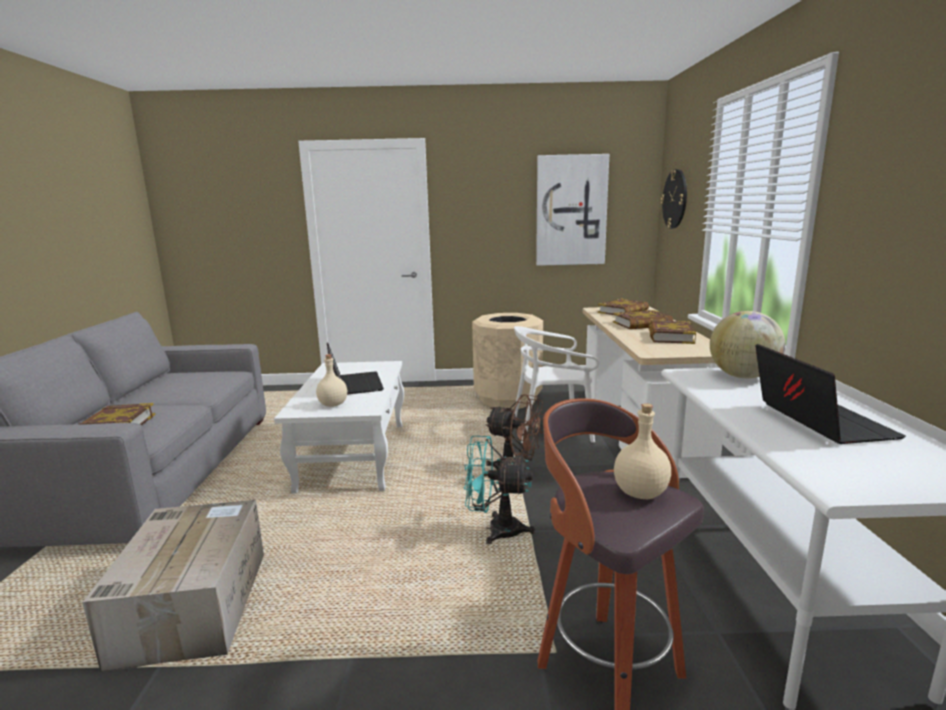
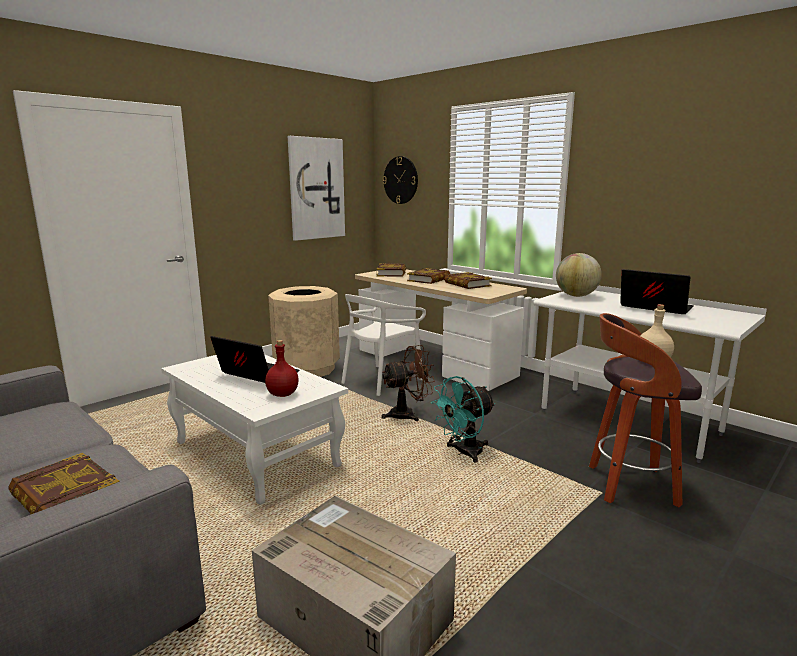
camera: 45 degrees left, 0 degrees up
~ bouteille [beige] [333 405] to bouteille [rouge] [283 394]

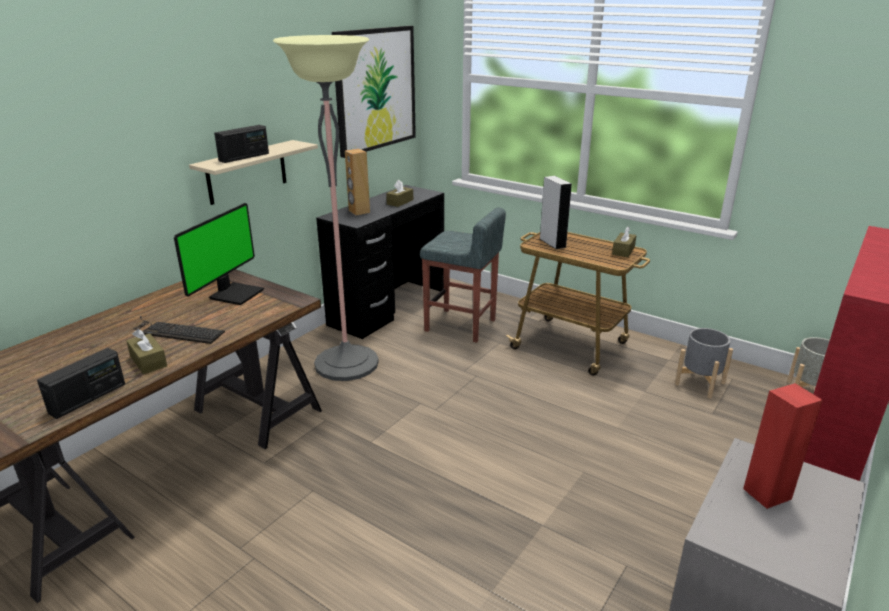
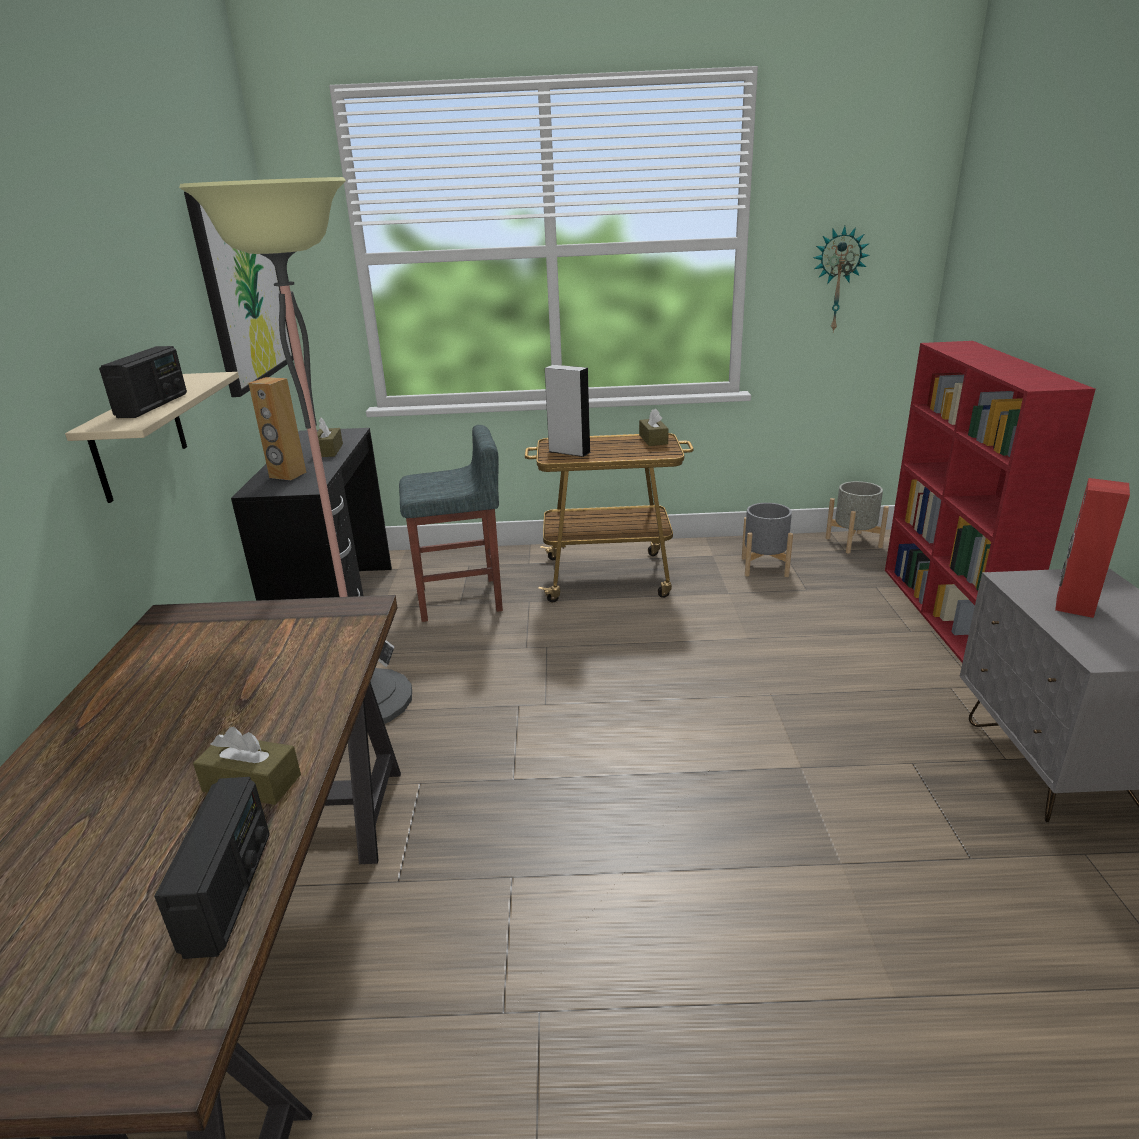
camera: 35 degrees left, 0 degrees up
- clavier [175 331]
- écran d'ordinateur [235 294]
+ horloge murale [837 280]

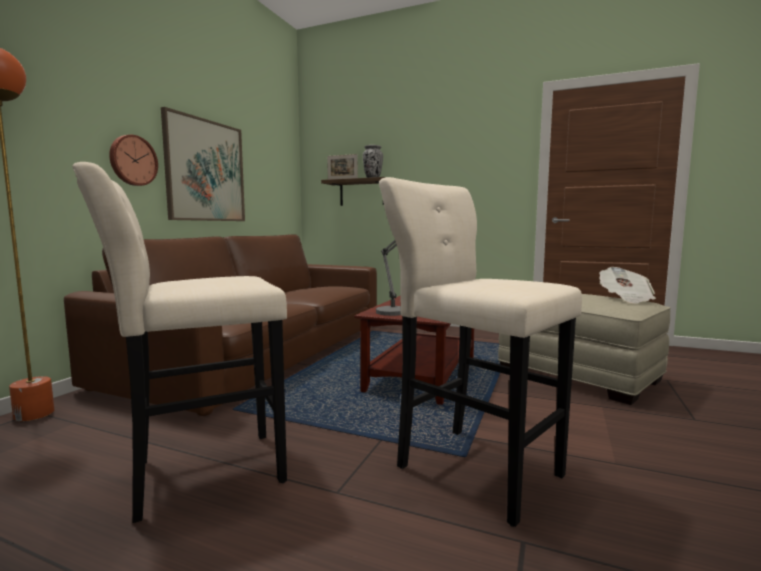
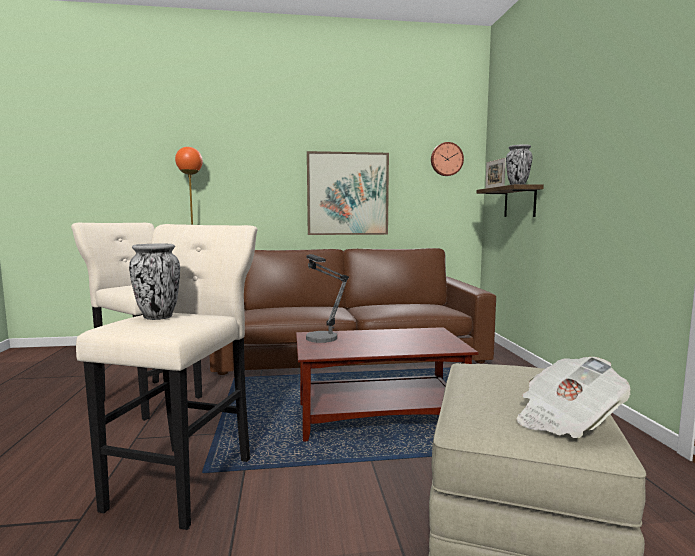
camera: 60 degrees right, 0 degrees up
~ horloge murale [132 160] to [446 159]
+ vase [157 317]

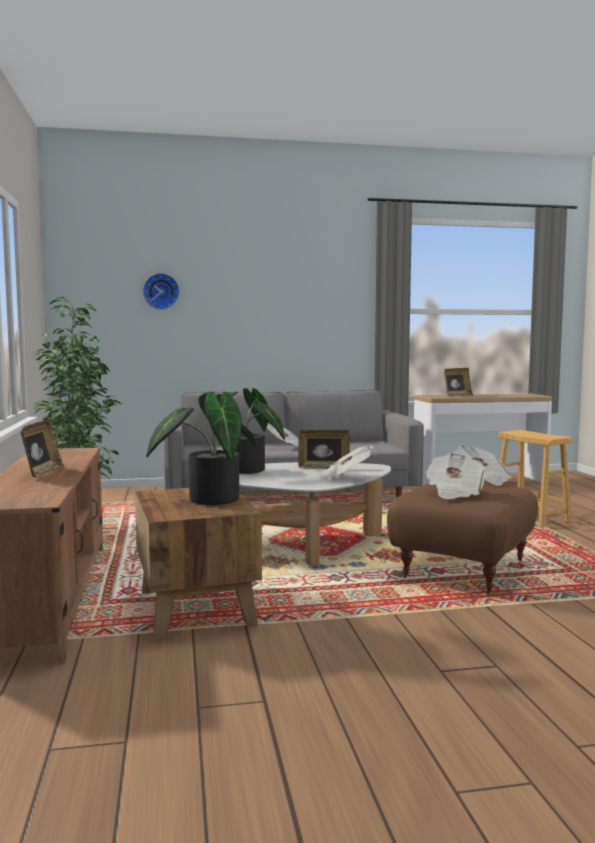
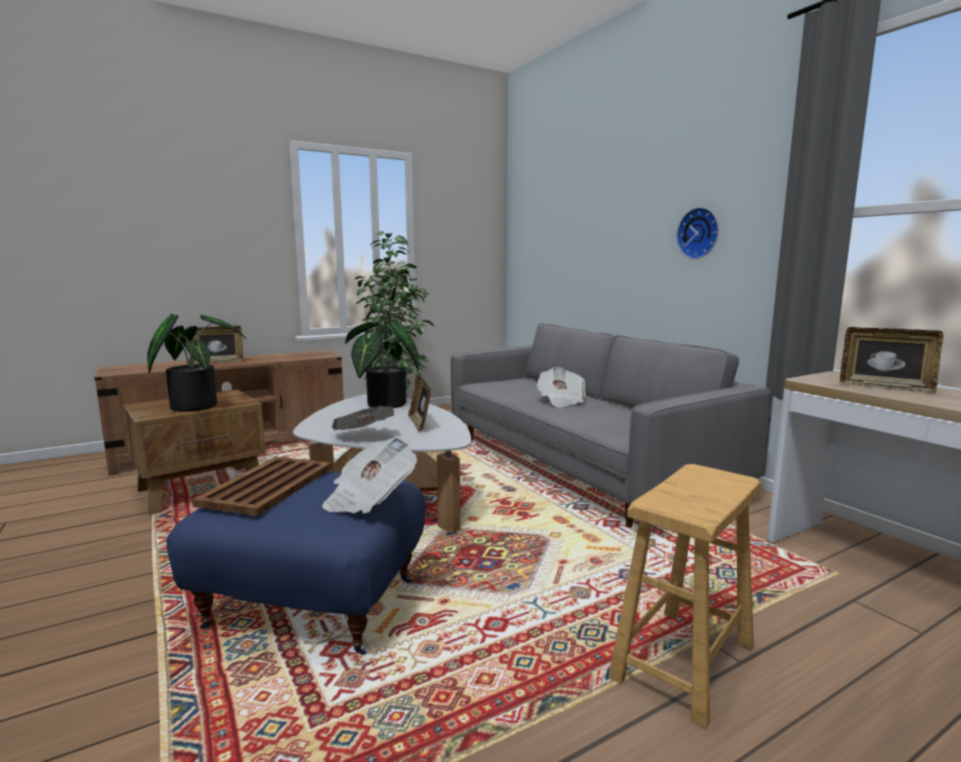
camera: 70 degrees right, 5 degrees up
~ horloge murale [161 291] to [699 233]
~ pouf [marron] [462 569] to pouf [bleu] [314 602]
~ journal [454 492] to plateau [marron] [267 486]

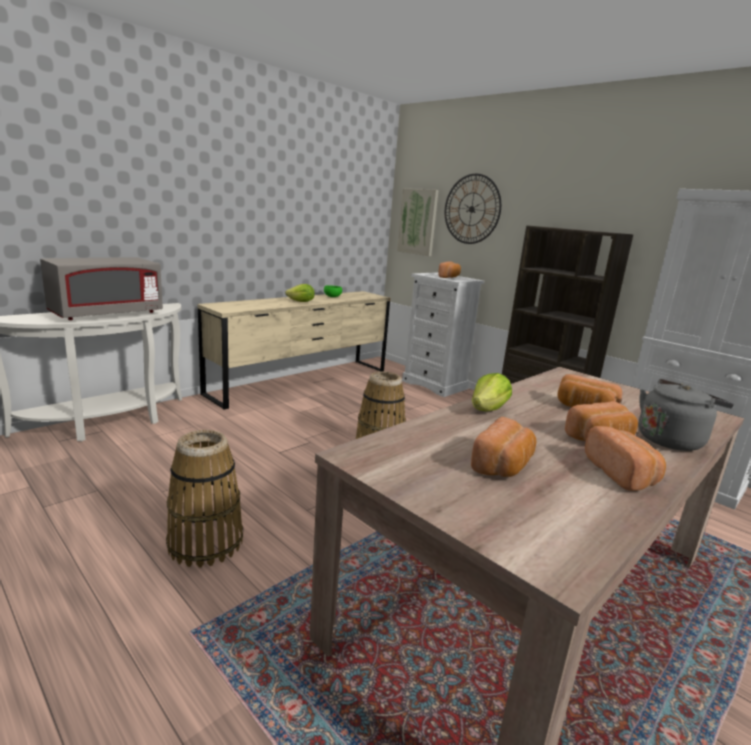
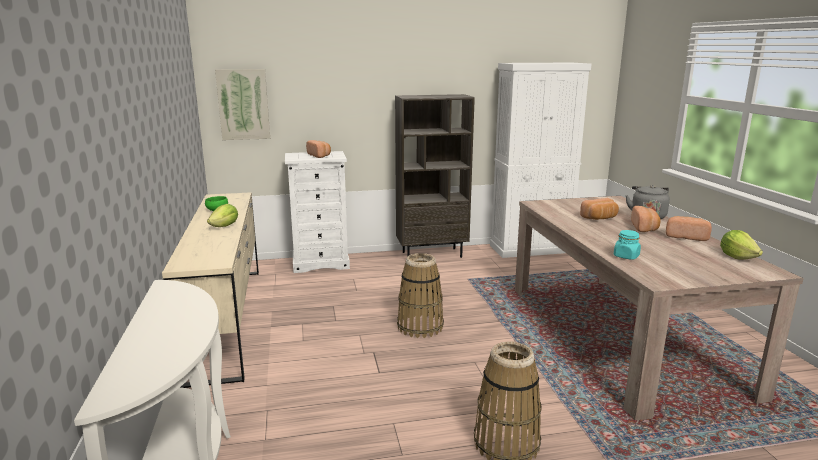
camera: 55 degrees left, 0 degrees up
- micro-ondes [gris] [107 314]
- horloge murale [471 209]
- pain [503 466]
~ laitue [488 410] to [737 257]
+ bocal [turquoise] [626 256]

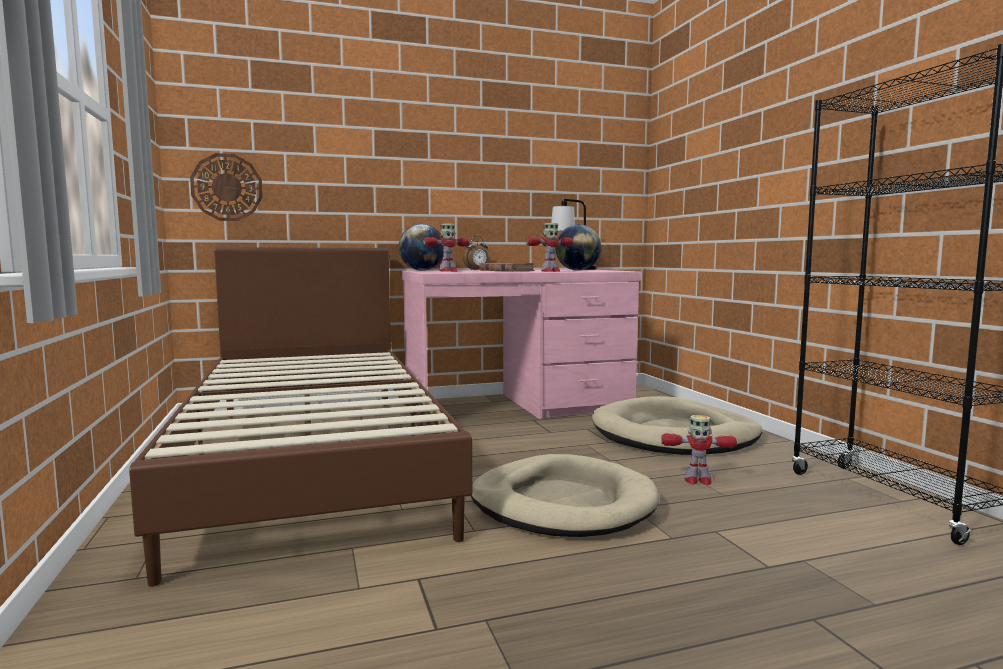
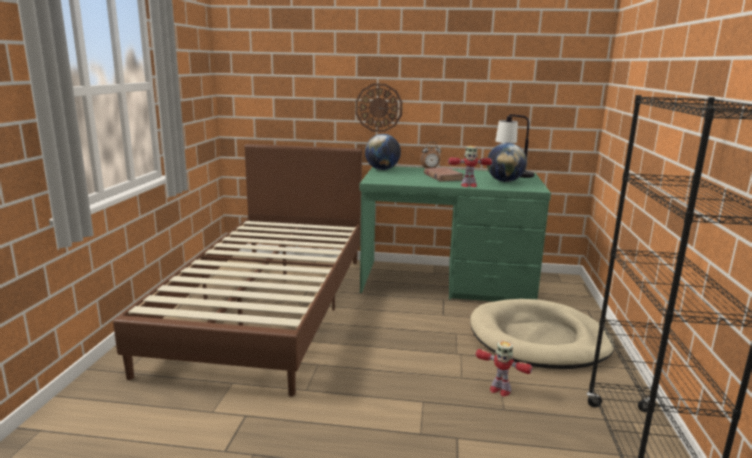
camera: 25 degrees right, 10 degrees up
~ horloge murale [227 187] to [378 107]
~ bureau [rose] [518 406] to bureau [vert] [447 282]
- robot jouet [448 271]
- panier pour chien [beige] [562 503]

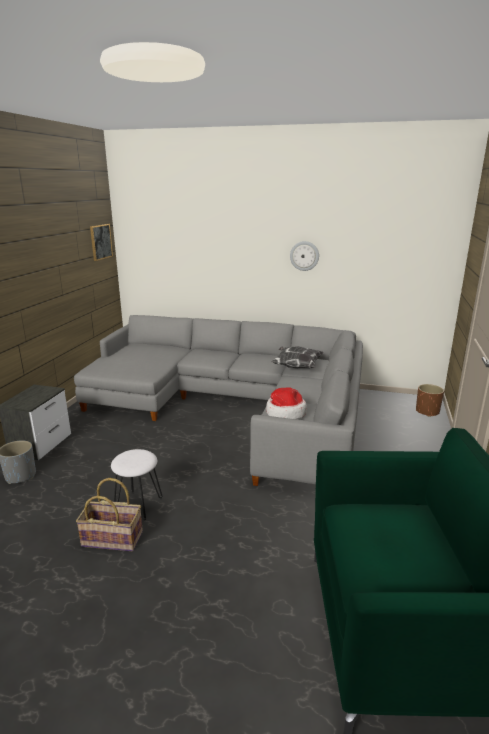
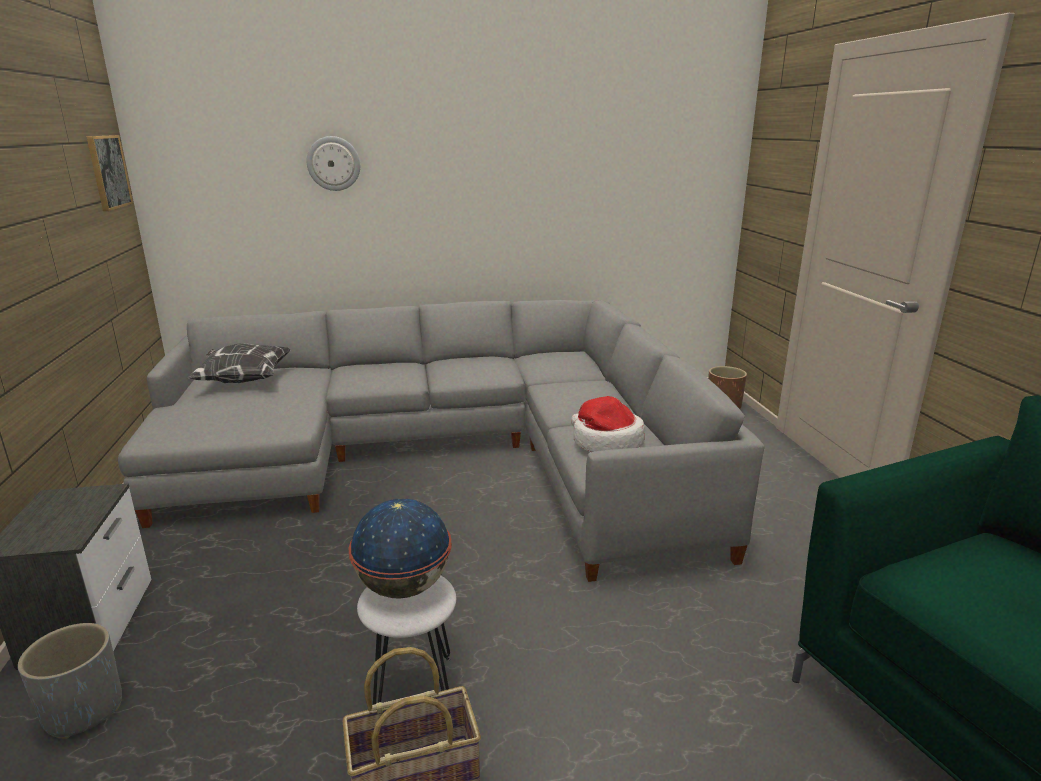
camera: 25 degrees left, 0 degrees up
~ coussin [296 367] to [243 380]
~ horloge murale [304 256] to [333 163]
+ globe [403 588]

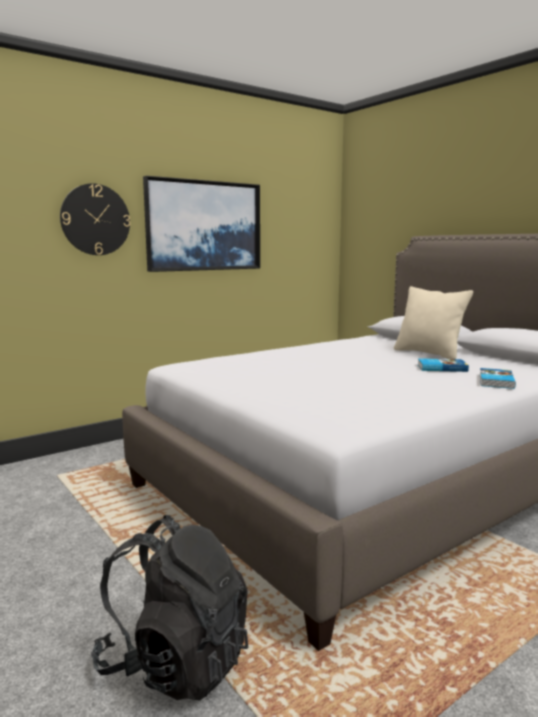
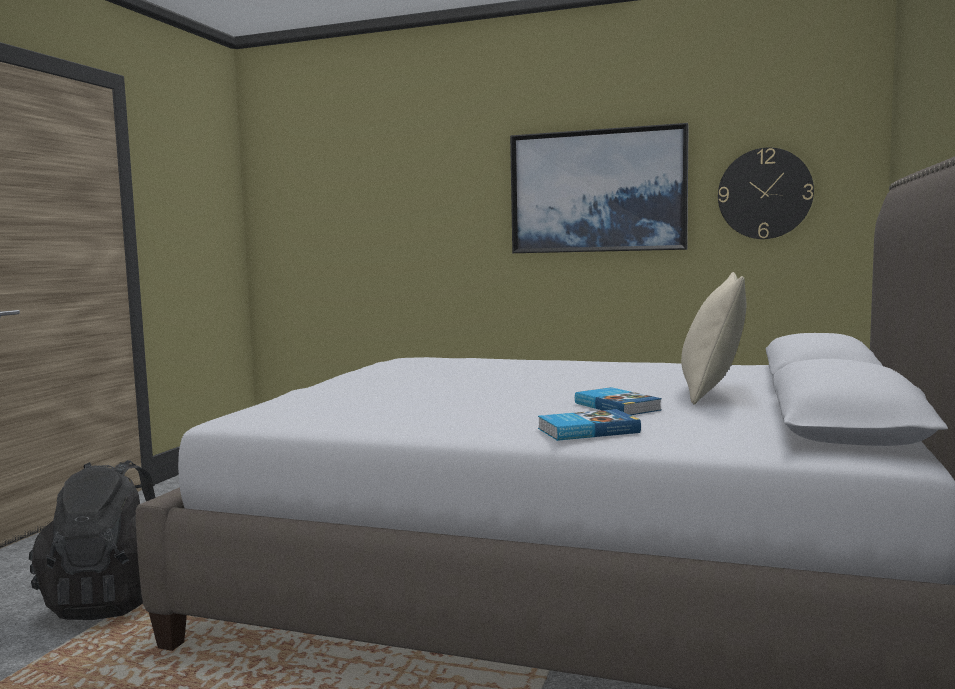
camera: 55 degrees right, 5 degrees down
~ horloge murale [95 220] to [764 193]

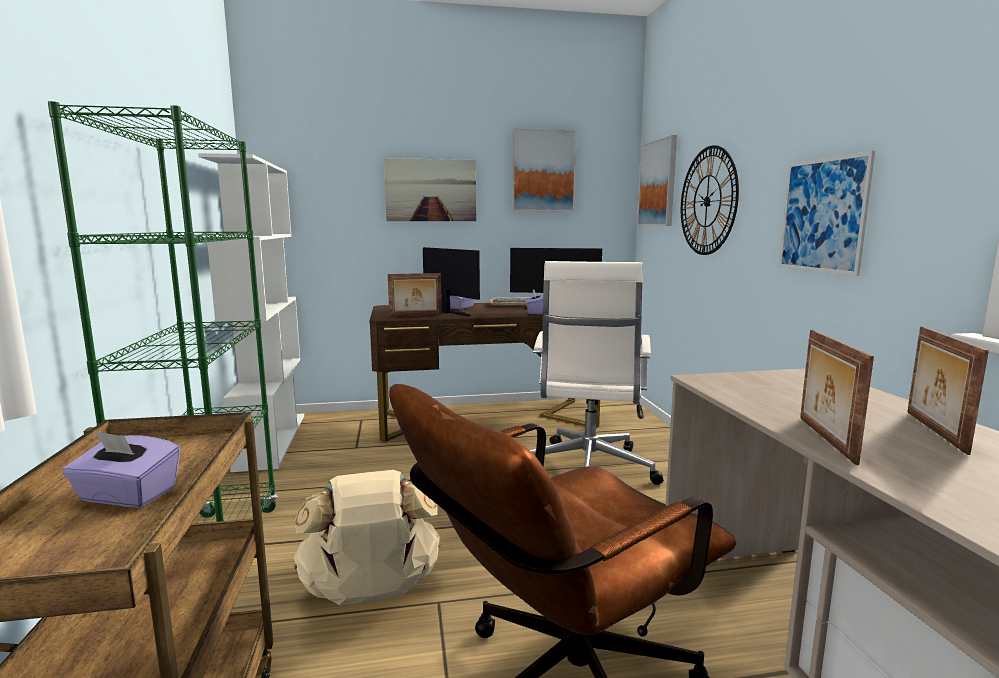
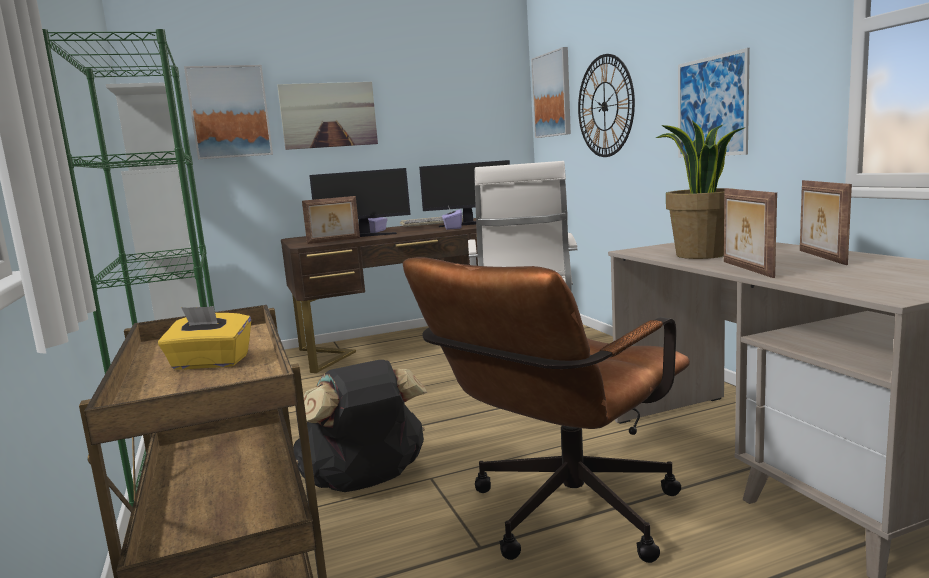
camera: 10 degrees left, 0 degrees up
~ boîte à mouchoirs [violet] [127 496] to boîte à mouchoirs [jaune] [210 363]
~ sac à dos [beige] [371 594] to sac à dos [noir] [365 482]
~ écran d'ordinateur [448 312] = [365 236] 135 degrees clockwise
~ tableau [543 171] to [229 112]
+ plante en pot [699 255]

